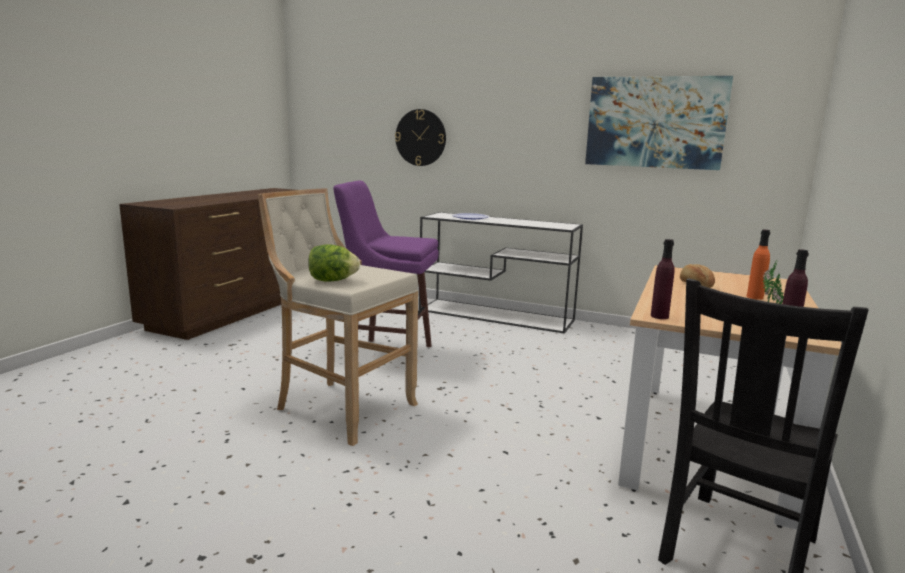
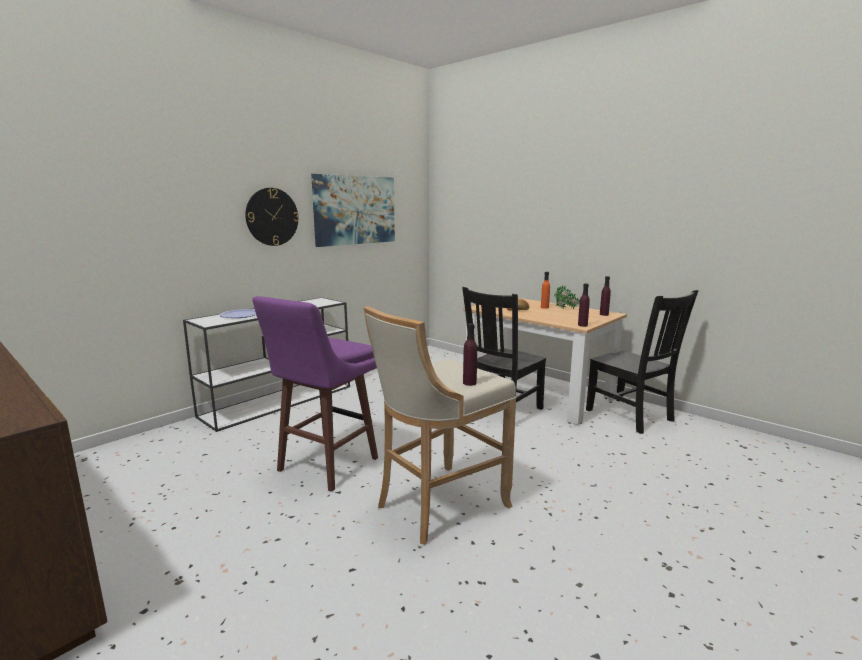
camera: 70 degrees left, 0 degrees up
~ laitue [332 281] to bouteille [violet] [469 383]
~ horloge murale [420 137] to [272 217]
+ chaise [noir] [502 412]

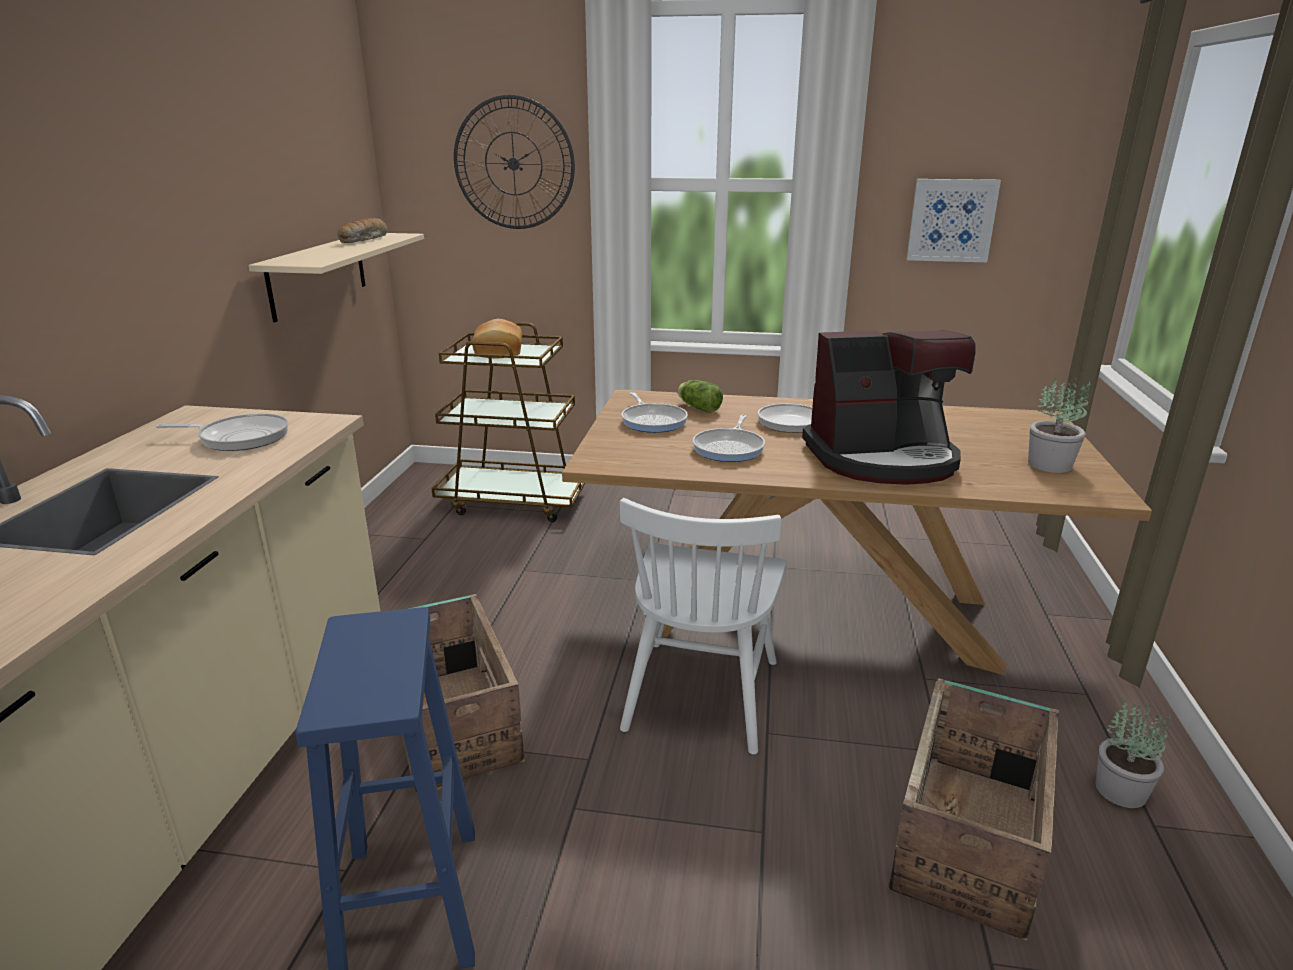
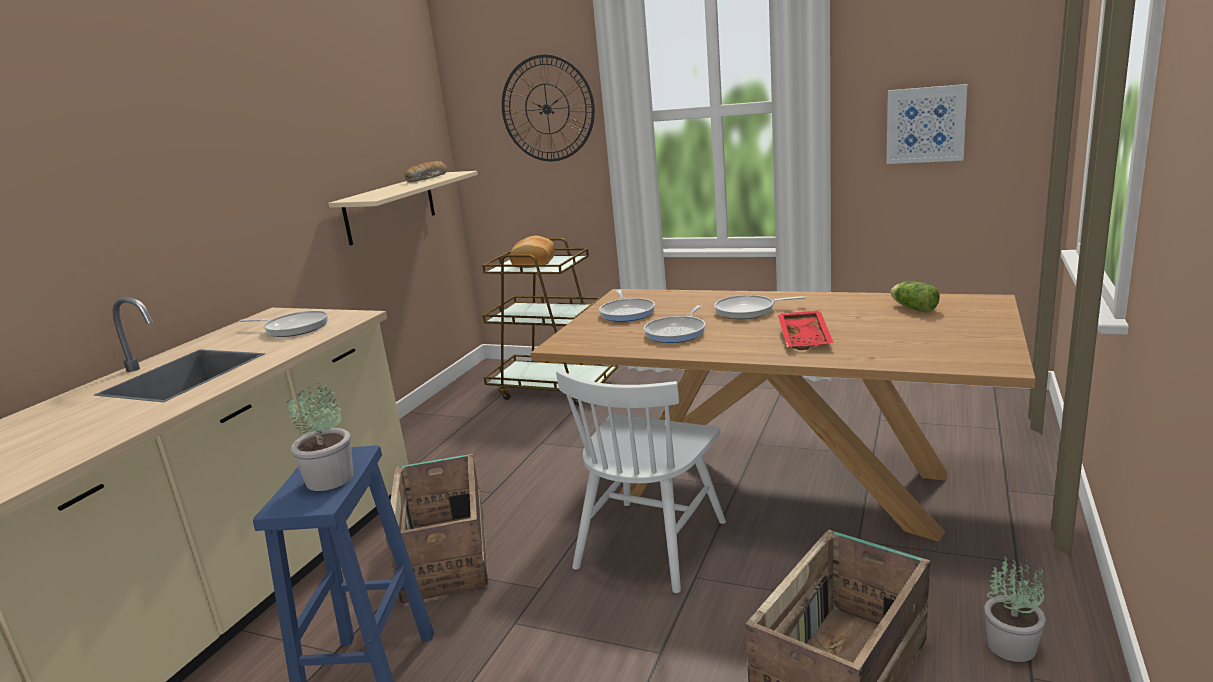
camera: 15 degrees right, 5 degrees down
~ laitue [697 407] to [912 308]
~ machine à café [882 459] to plateau [rouge] [806 338]
~ plante en pot [1050 464] to [331 479]

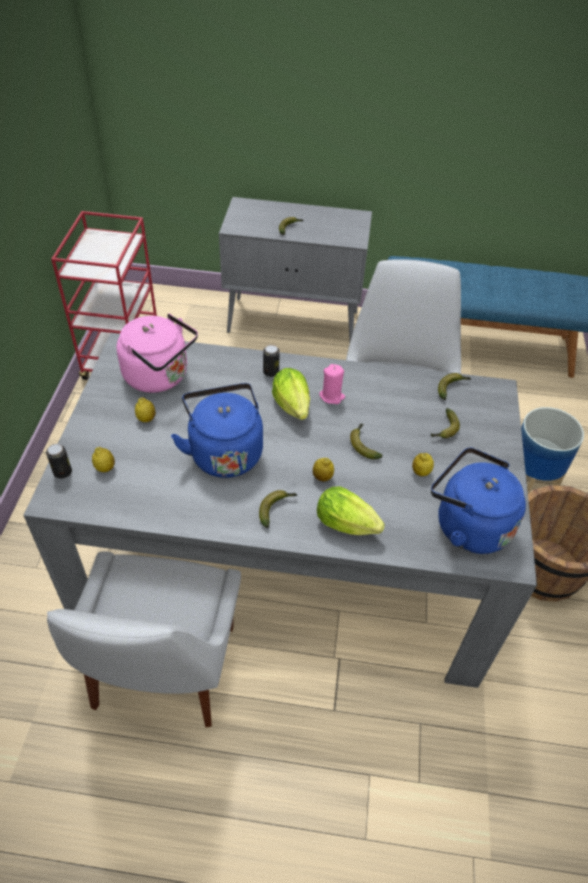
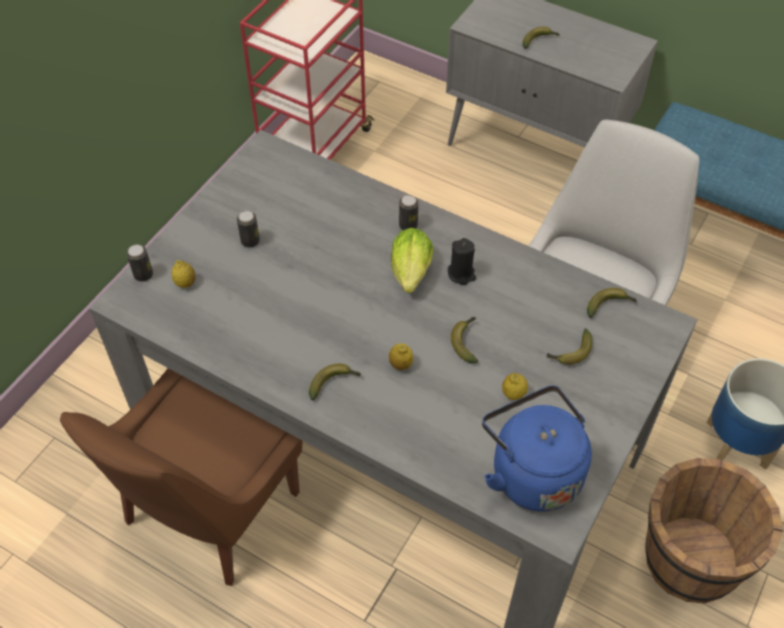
camera: 25 degrees right, 5 degrees up
~ chaise [blanc] [162 672] to chaise [marron] [208 513]
- bouilloire [rose] [160 377]
~ citron [146 419] to boîte métallique [250 241]
- bouilloire [bleu] [224 452]
- laitue [349 526]
~ bougie [rose] [332 396] to bougie [noir] [461 274]

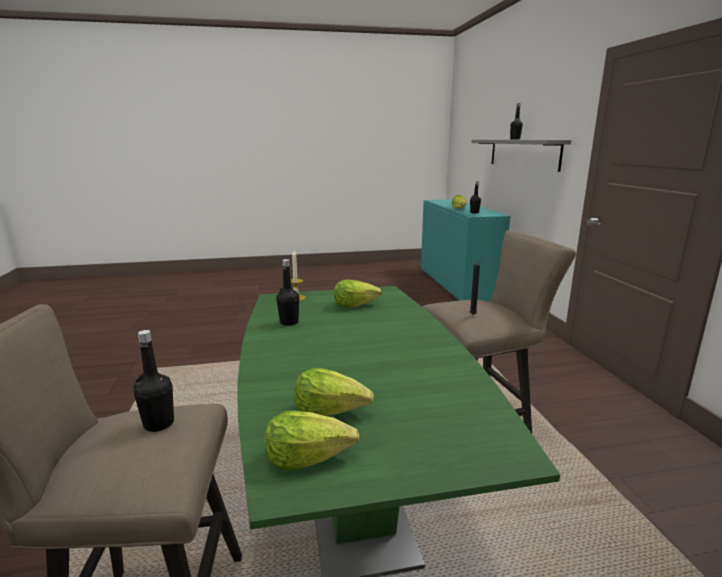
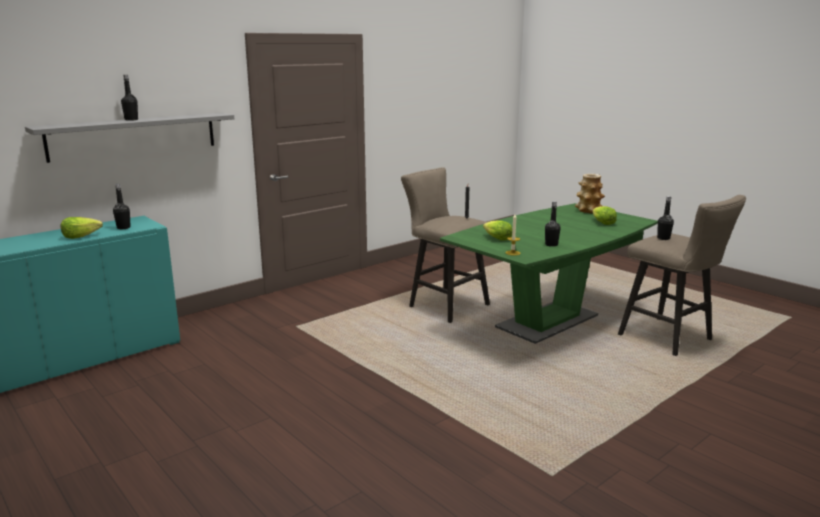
camera: 120 degrees left, 0 degrees up
- laitue [308 457]
+ vase [588 211]

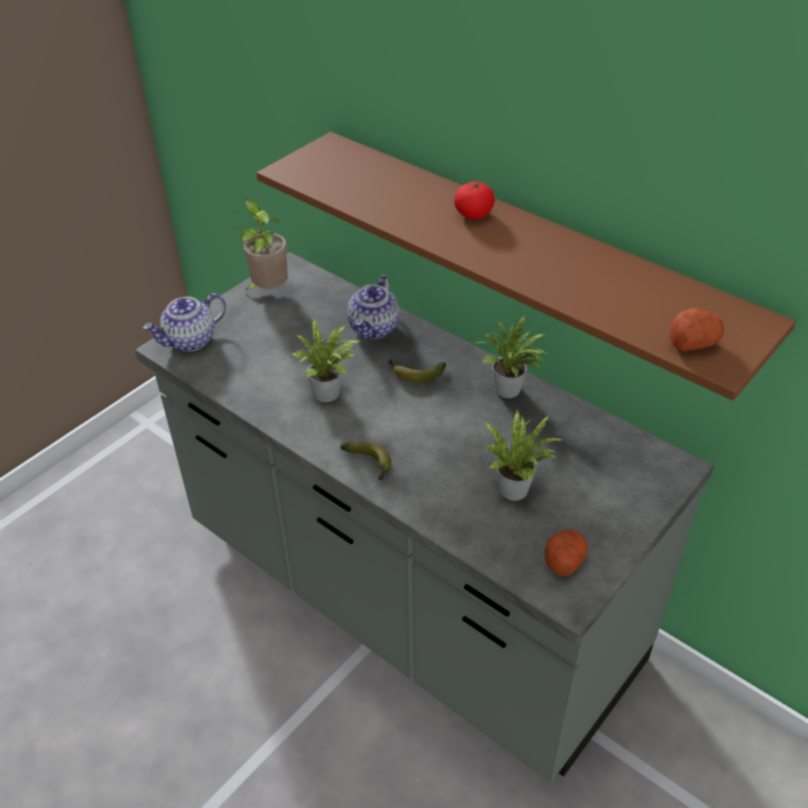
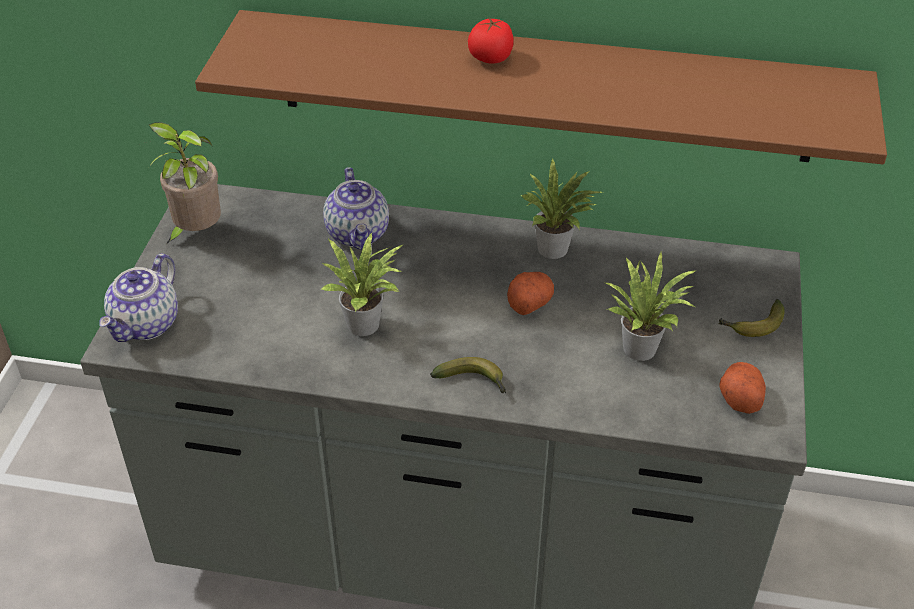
camera: 30 degrees left, 0 degrees up
~ banane [414 374] to [752 326]
~ pomme de terre [693 342] to [529 302]

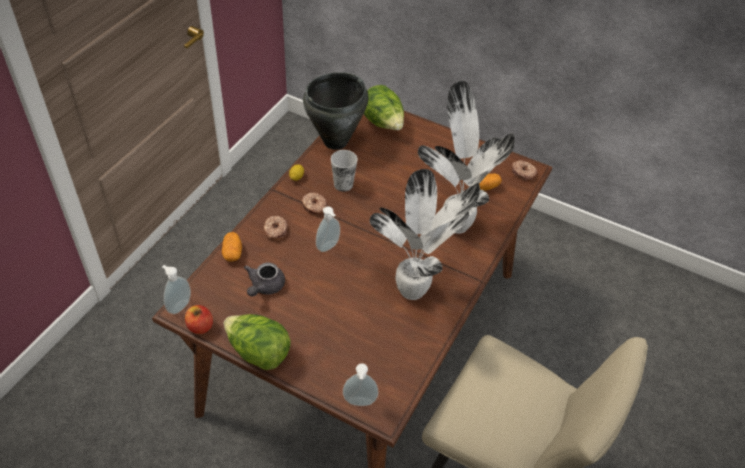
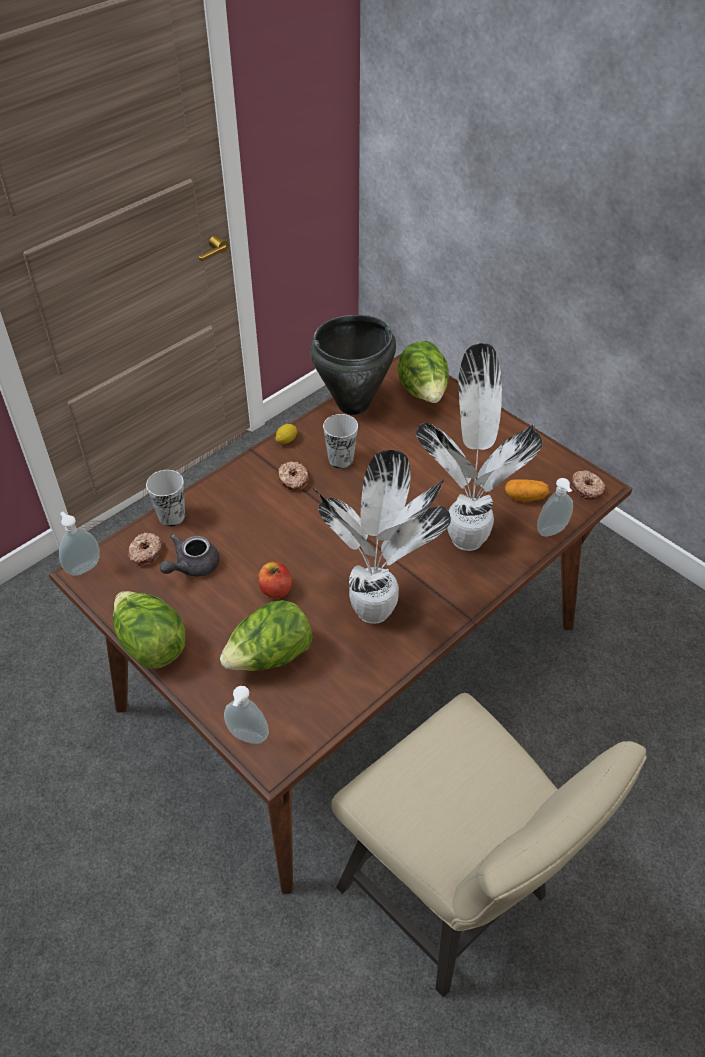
camera: 20 degrees right, 0 degrees up
~ pomme [200 326] to [275 589]
~ pomme de terre [232 252] to tasse [172 516]
~ beignet [275 230] to [145 553]
~ distributeur de savon [329 247] to [552 532]
+ laitue [270 657]

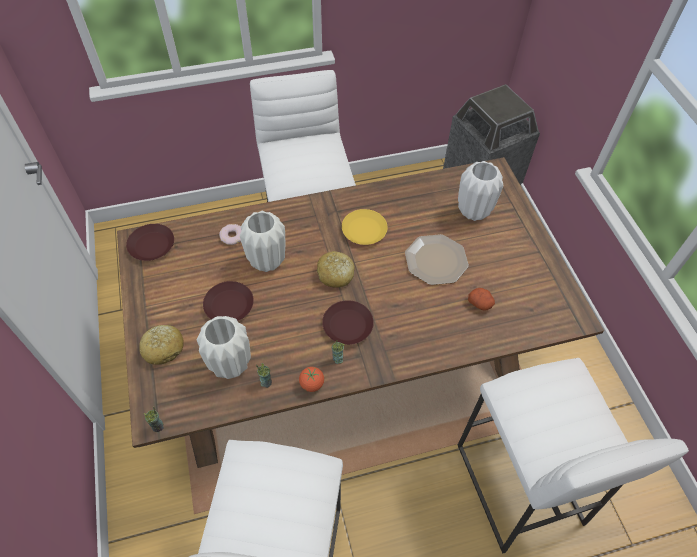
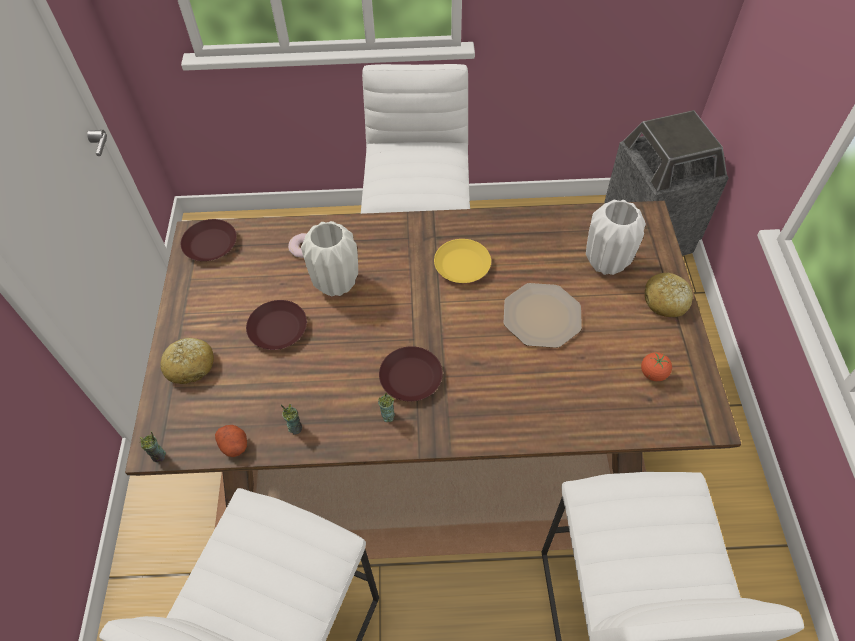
camera: 15 degrees right, 0 degrees up
- vase [blanc] [230 364]
~ tomate [312 384] to [653 373]
~ pain [335 274] to [665 301]
~ pomme de terre [480 303] to [235 445]

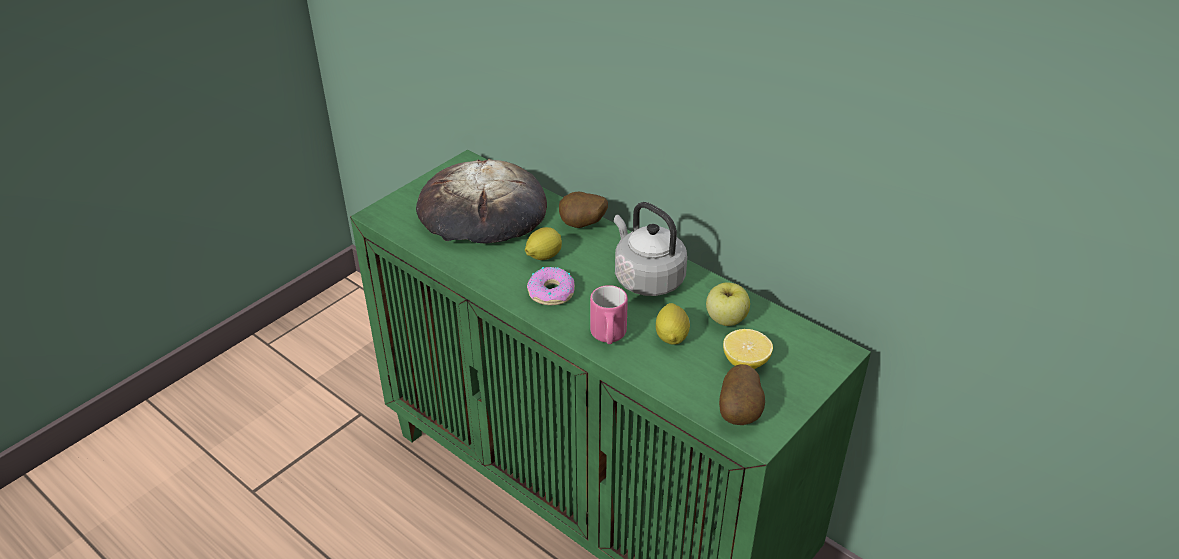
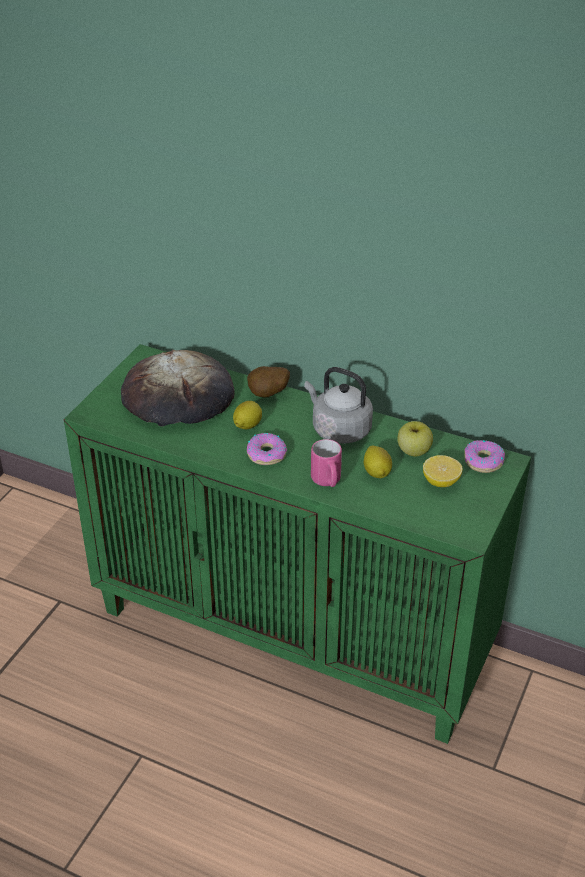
camera: 15 degrees left, 0 degrees up
- pomme de terre [740 413]
+ beignet [483 461]

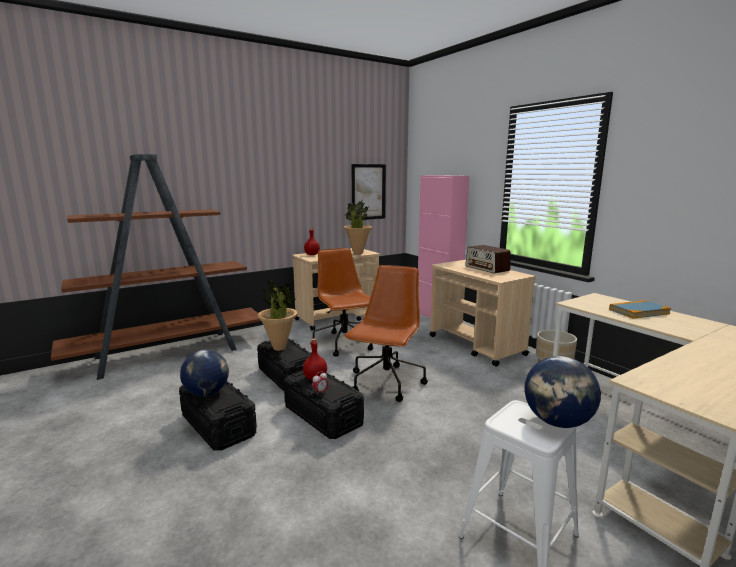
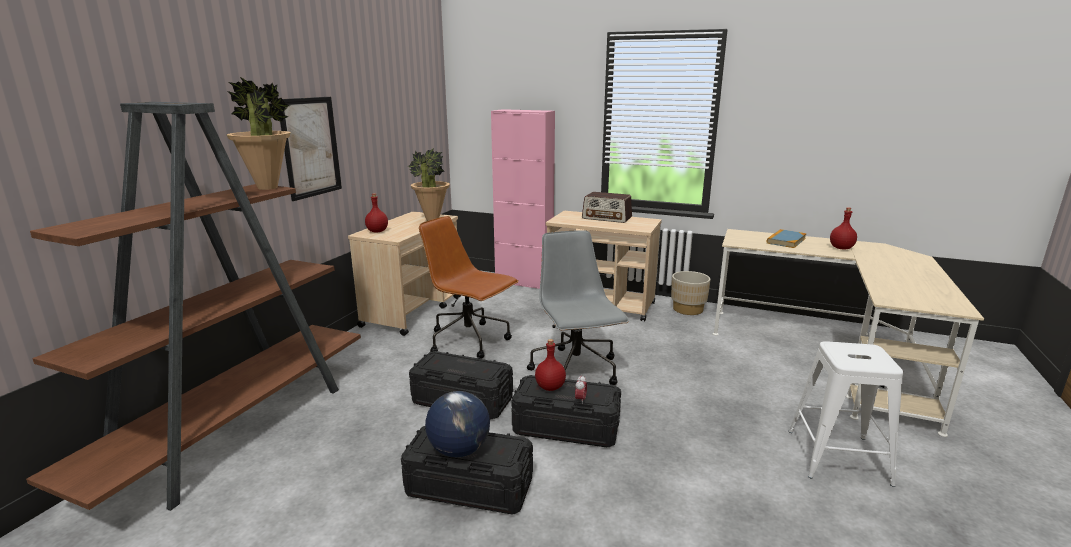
camera: 35 degrees left, 5 degrees up
~ plante en pot [279 348] to [268 188]
~ chaise de bureau [marron] [386 383] to chaise de bureau [gris] [576 371]
~ tableau [368 192] to [311 147]
- globe [558 422]
+ bouteille [rouge] [841 248]

